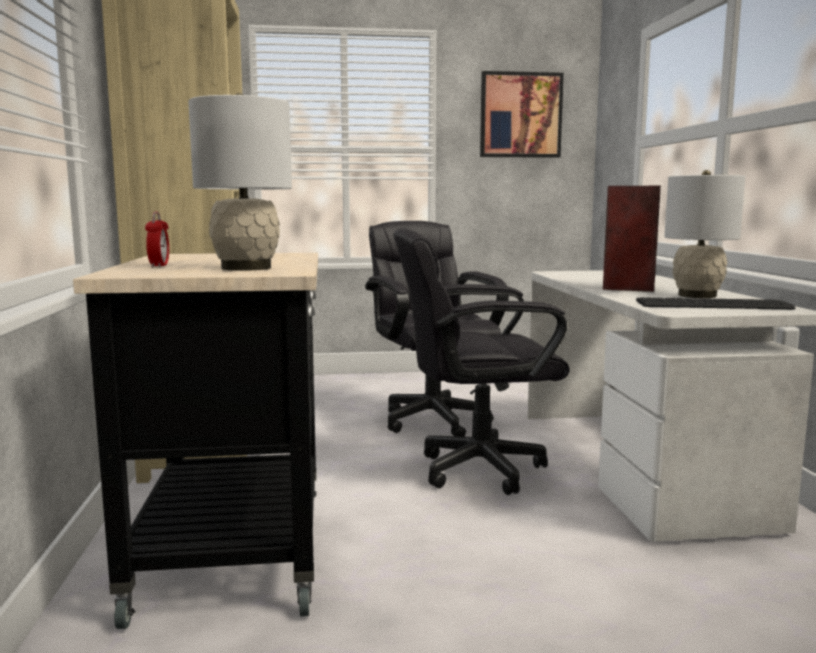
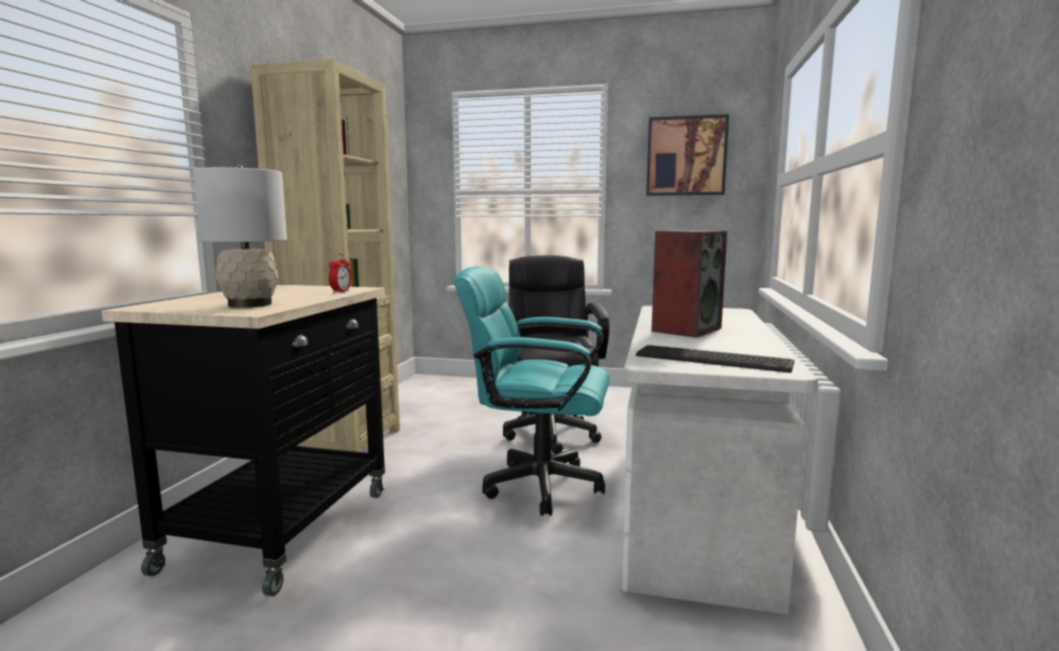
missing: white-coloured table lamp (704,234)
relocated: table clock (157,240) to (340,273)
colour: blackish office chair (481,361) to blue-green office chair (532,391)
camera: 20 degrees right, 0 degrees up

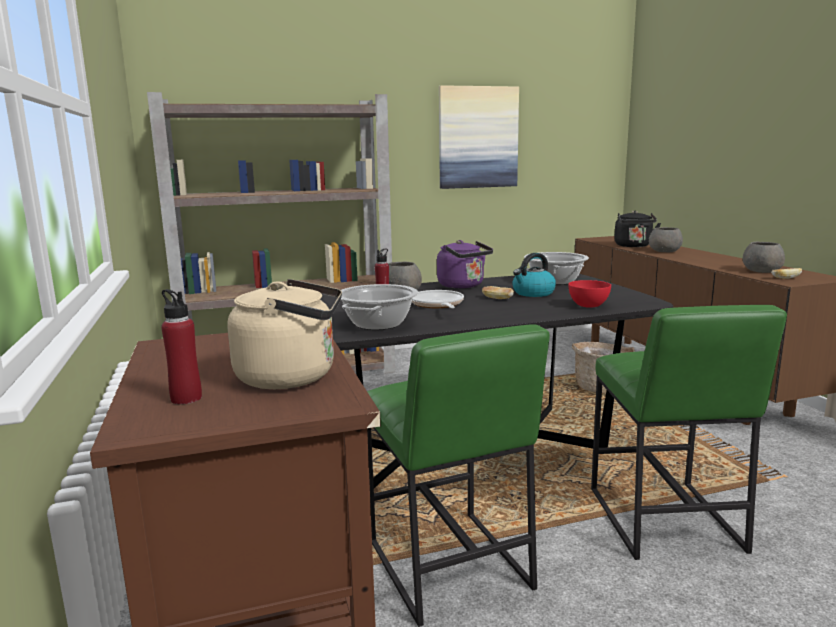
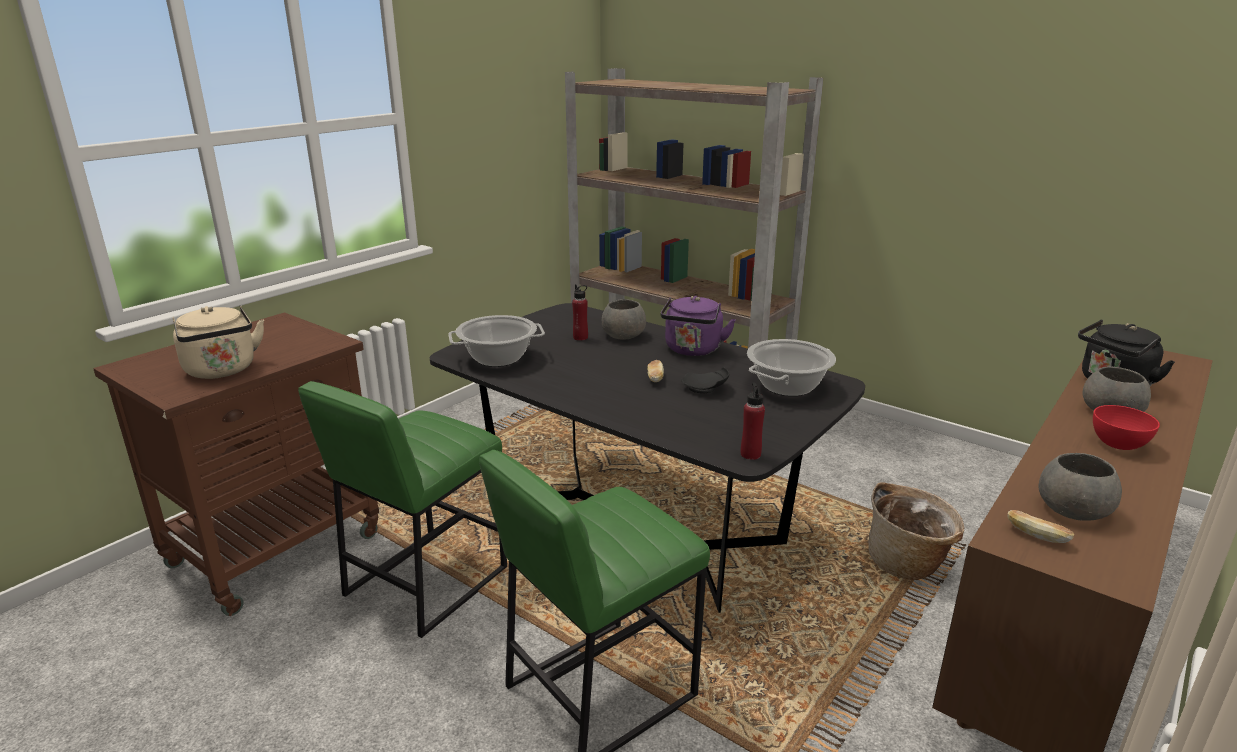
missing: skillet (438,299); wall art (479,137)
relocated: red beverage bottle (181,346) to (753,421); red serving bowl (589,294) to (1126,427)
exchanged: water kettle (534,275) to blackish flat dish (705,380)
camera: 55 degrees right, 10 degrees up

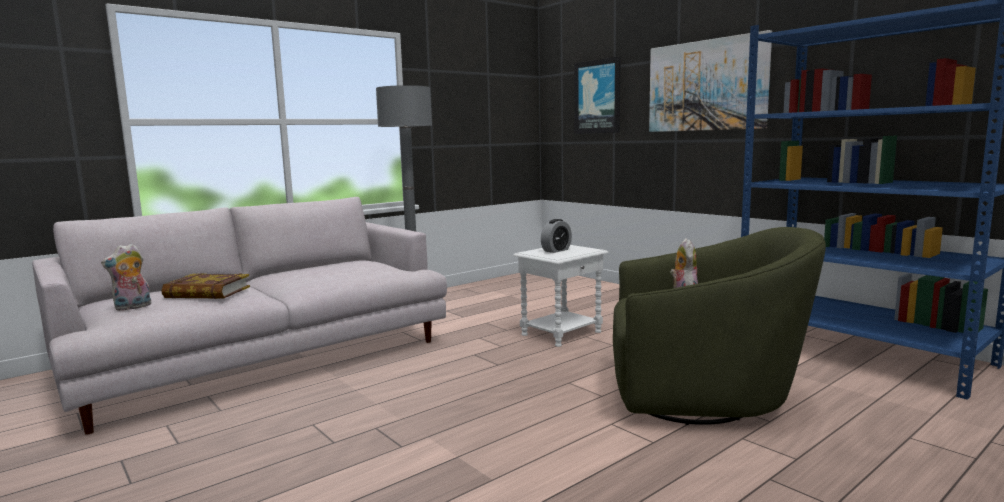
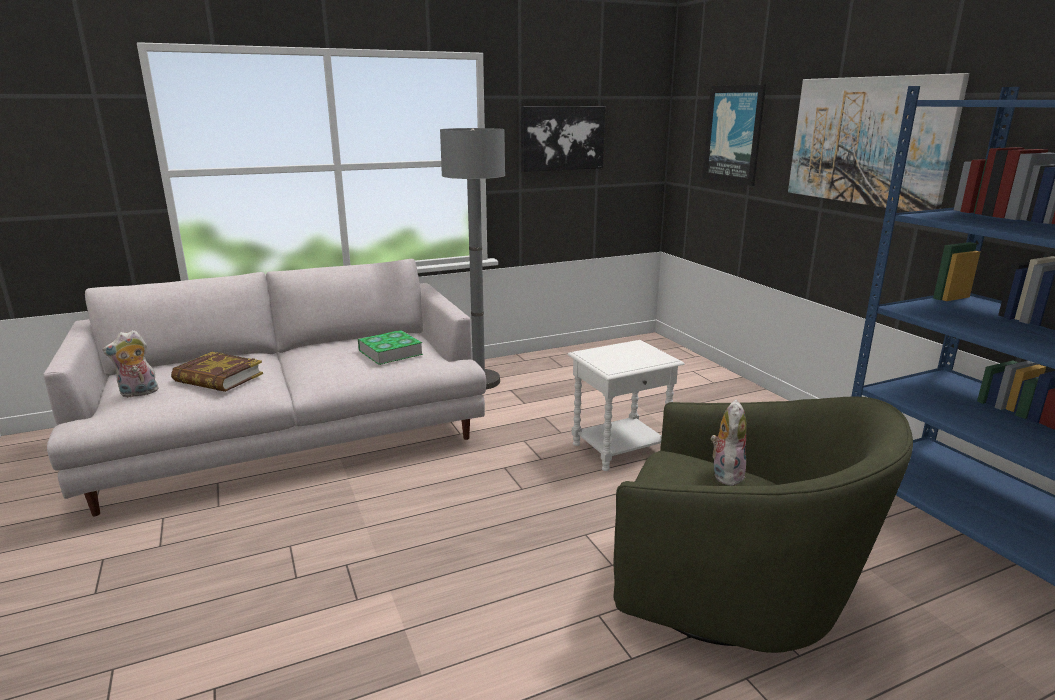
missing: table clock (556,236)
appeared: bound book (390,347); wall art (563,139)
camera: 15 degrees right, 10 degrees up

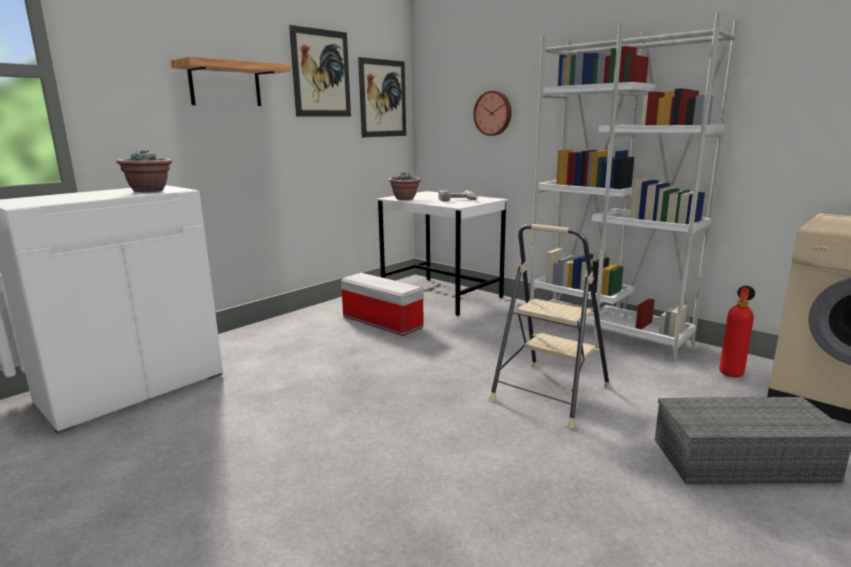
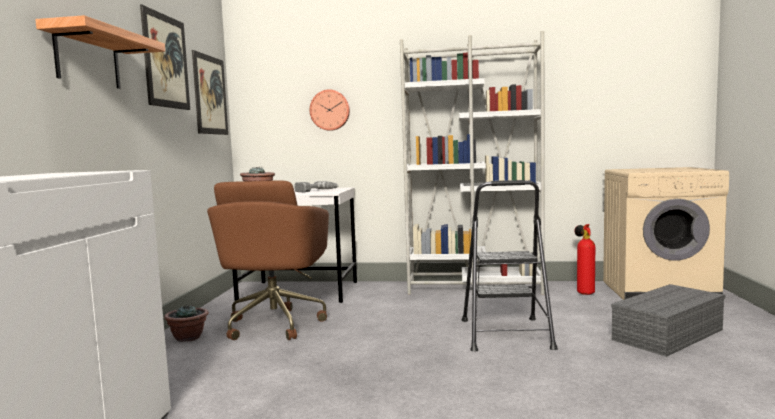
relocated: houseplant (144,171) to (186,323)
exchanged: storage bin (382,304) to brown office chair (268,260)
colour: beige-coloured stepladder (549,326) to blackish stepladder (509,265)
camera: 35 degrees left, 10 degrees down

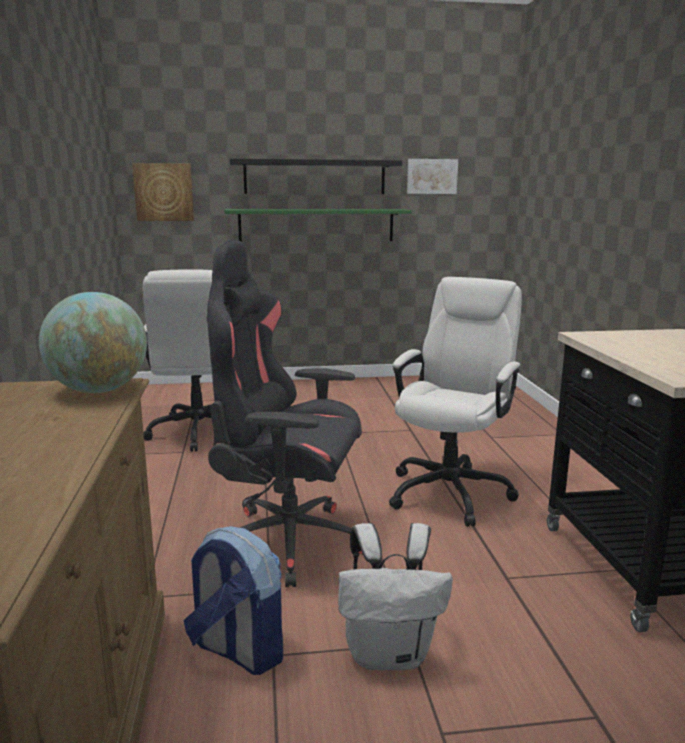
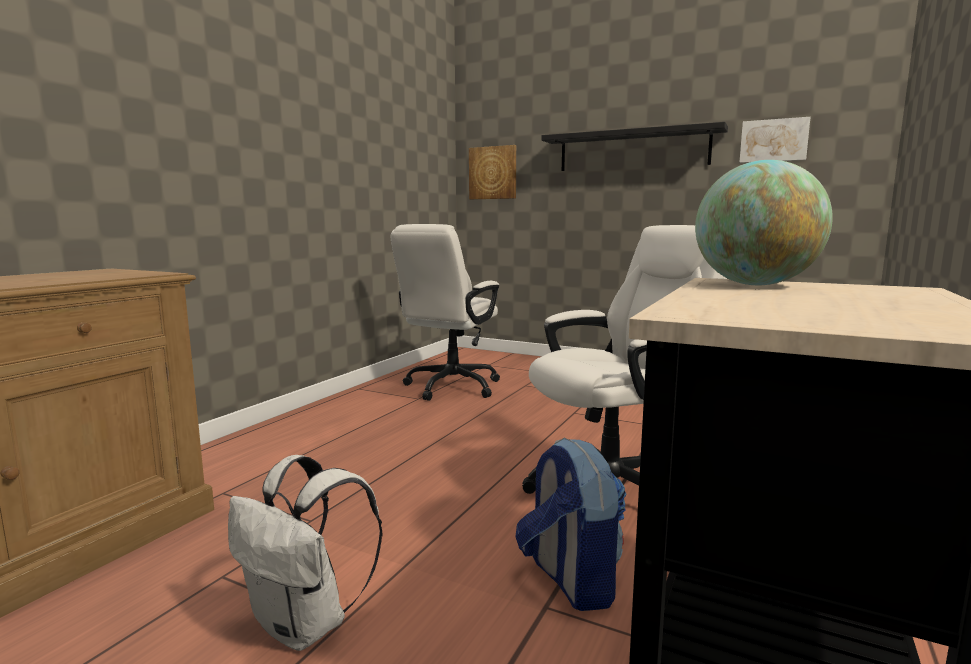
missing: blackish office chair (284,413); greenish shelf (317,225)
relocated: world globe (93,342) to (764,222); knapsack (233,600) to (571,524)
camera: 35 degrees right, 5 degrees down

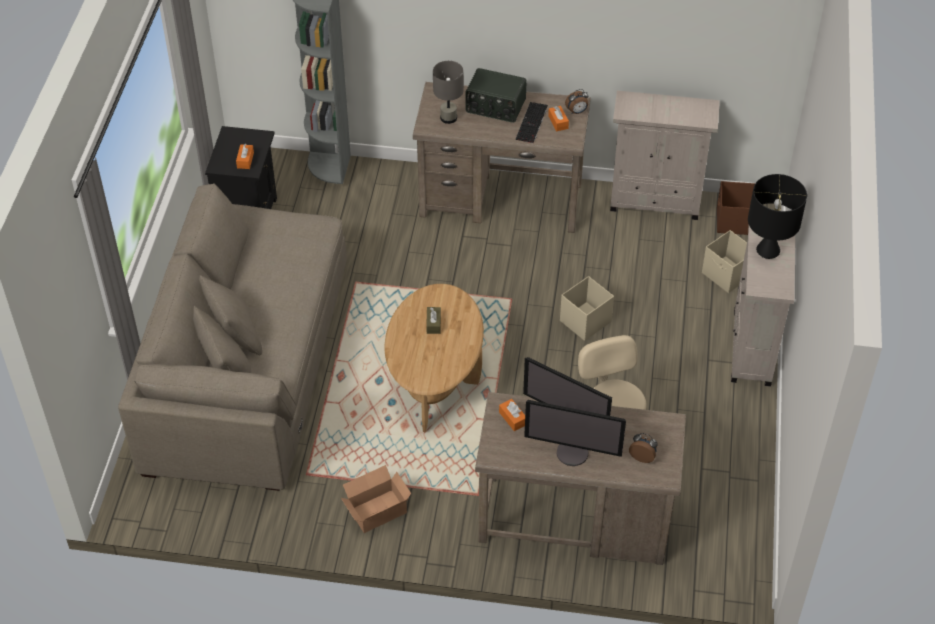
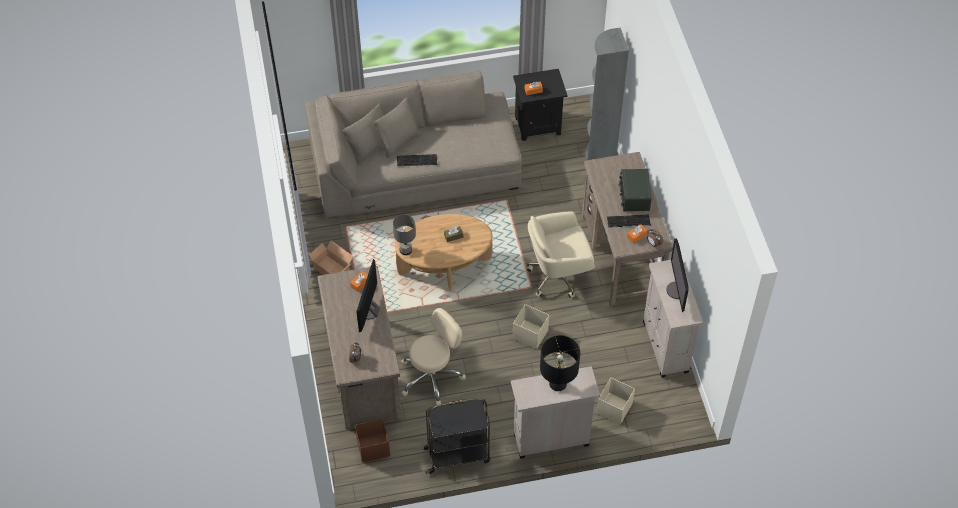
appeared: PC keyboard (417,160); blackish trolley (457,436); beige-coloured office chair (560,254)
relocated: grey table lamp (448,92) to (404,234); computer screen (575,433) to (677,275); brown storage bin (736,208) to (372,440)
camera: 70 degrees right, 5 degrees up

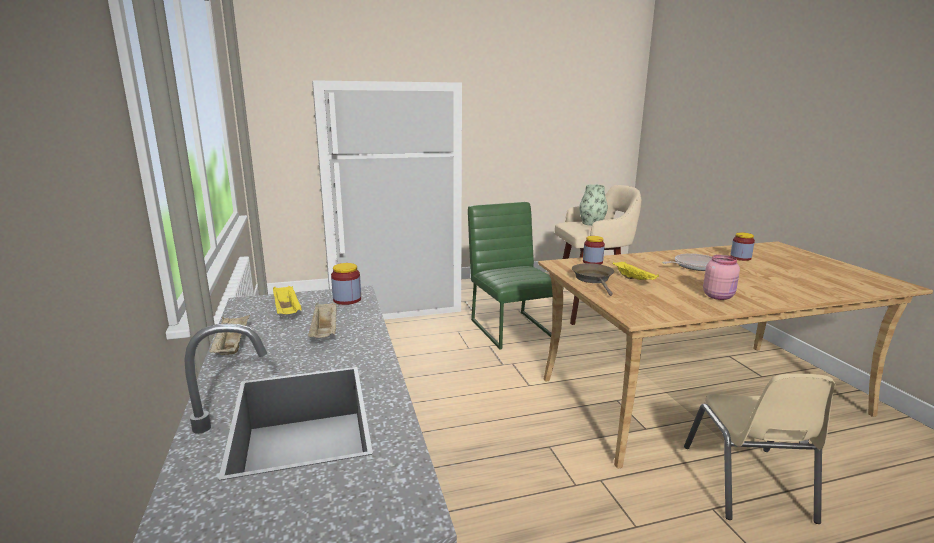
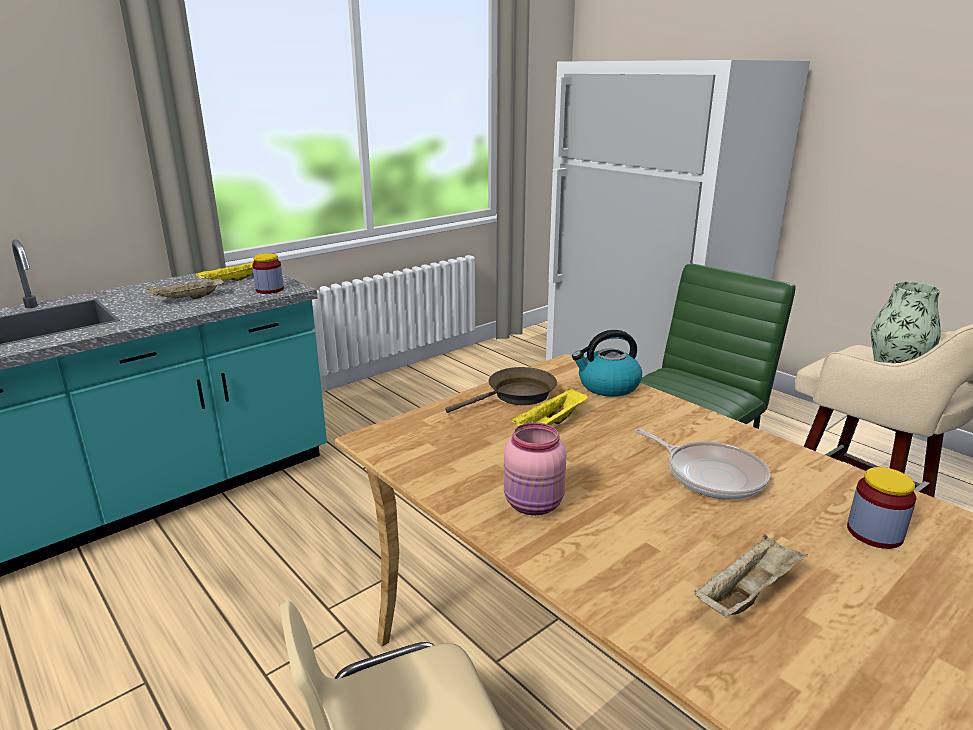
relocated: beige-coloured tray (229,334) to (751,575)
exchanged: preserve jar (594,250) to water kettle (607,363)
camera: 65 degrees right, 5 degrees up

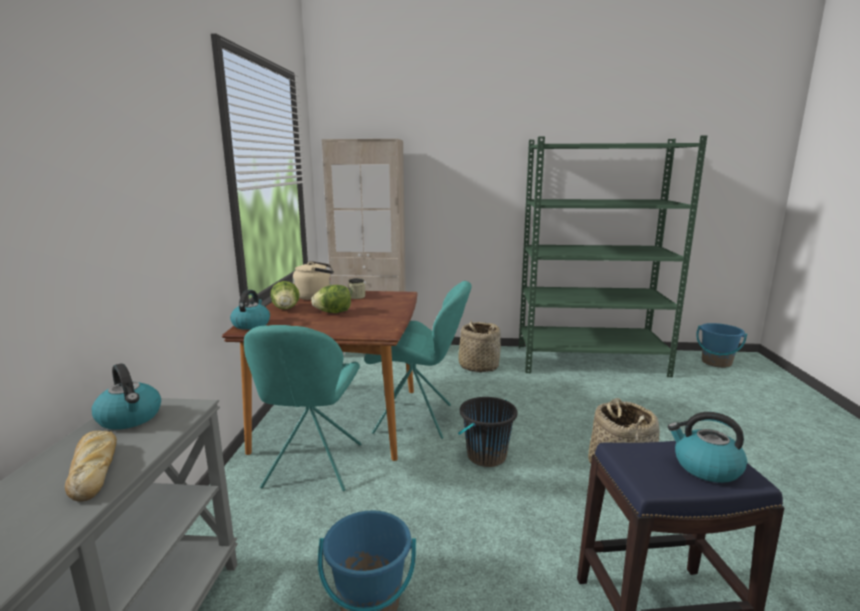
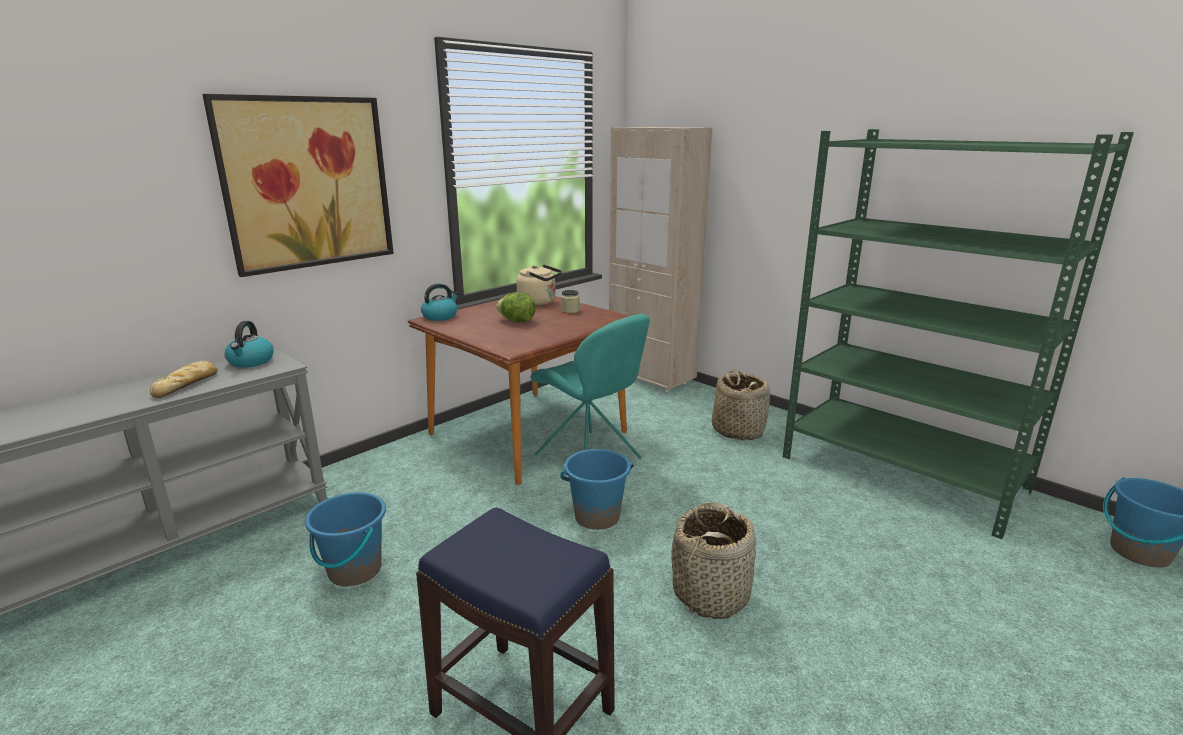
missing: blue-green plain chair (302,408); lettuce (285,295); water kettle (707,447)
appeared: wall art (298,185)
colour: blackish pail (488,432) to blue pail (597,489)
camera: 40 degrees right, 5 degrees up

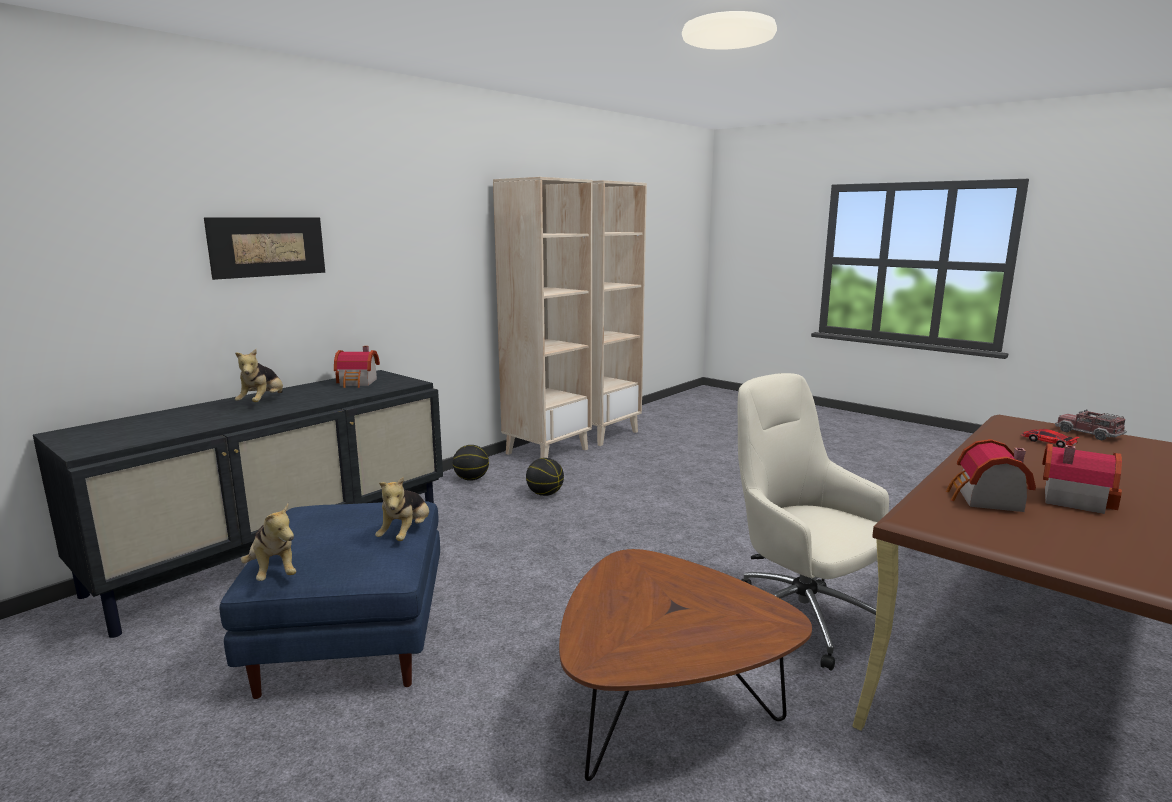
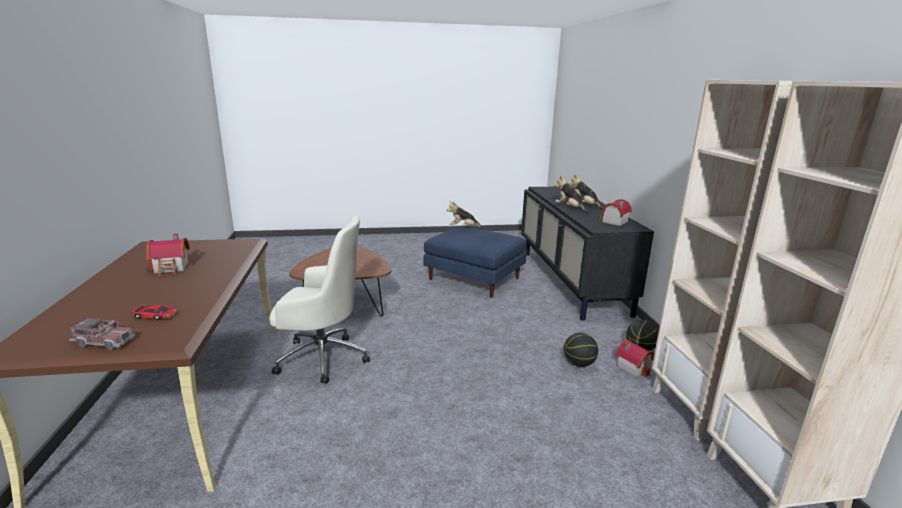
missing: wall art (264,249)
relocated: cuddly toy (402,508) to (572,194); miniature house (991,475) to (634,358)
camera: 130 degrees right, 5 degrees up

